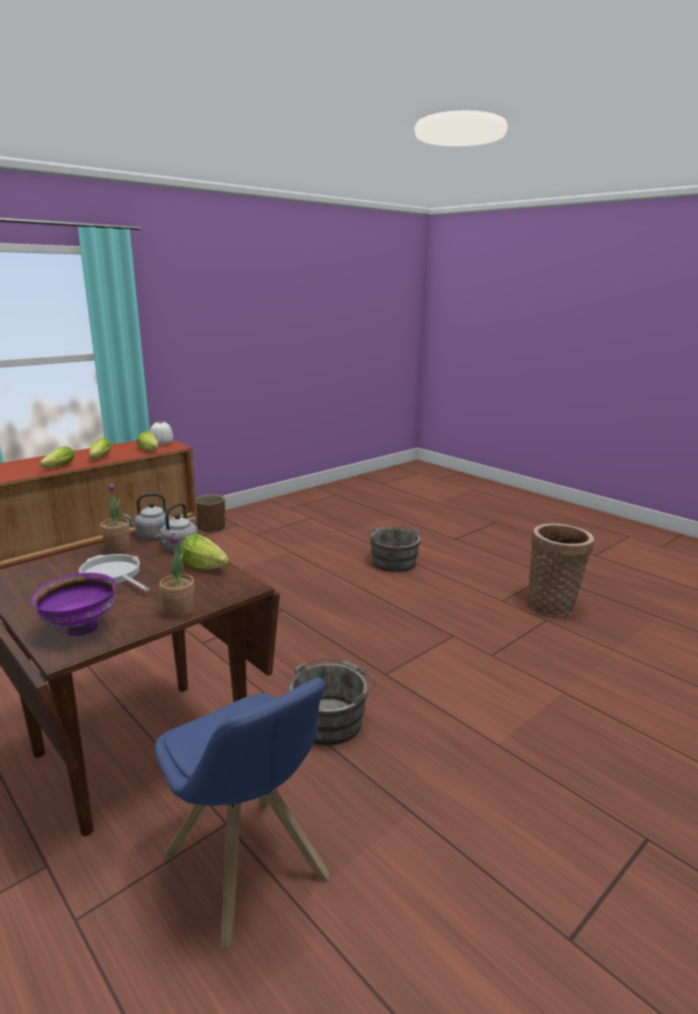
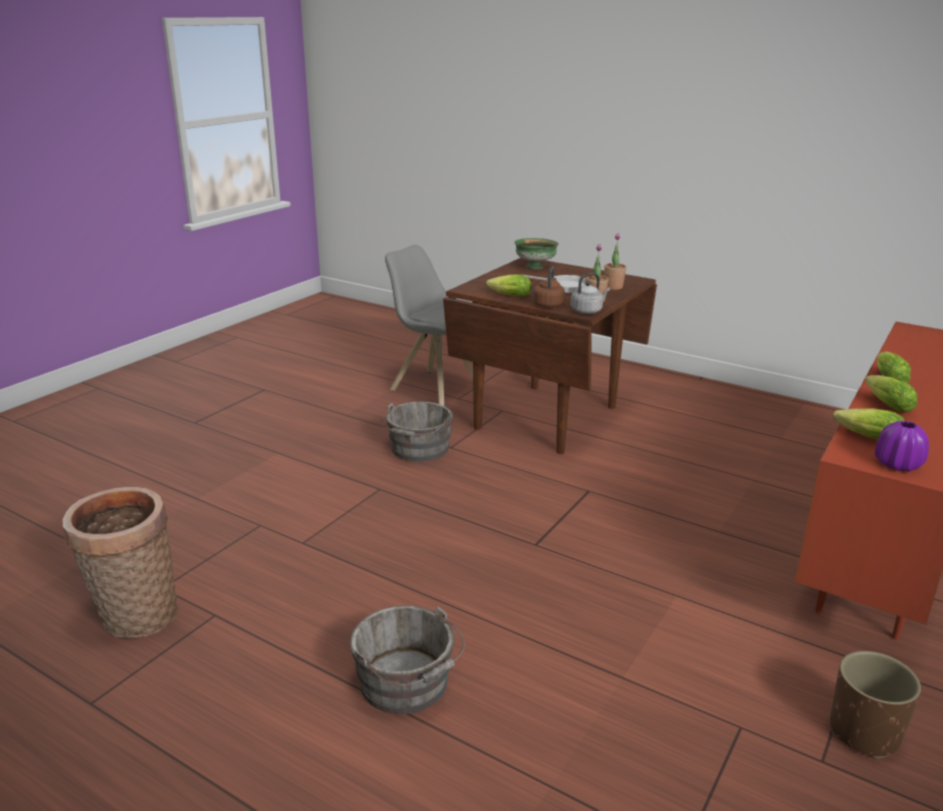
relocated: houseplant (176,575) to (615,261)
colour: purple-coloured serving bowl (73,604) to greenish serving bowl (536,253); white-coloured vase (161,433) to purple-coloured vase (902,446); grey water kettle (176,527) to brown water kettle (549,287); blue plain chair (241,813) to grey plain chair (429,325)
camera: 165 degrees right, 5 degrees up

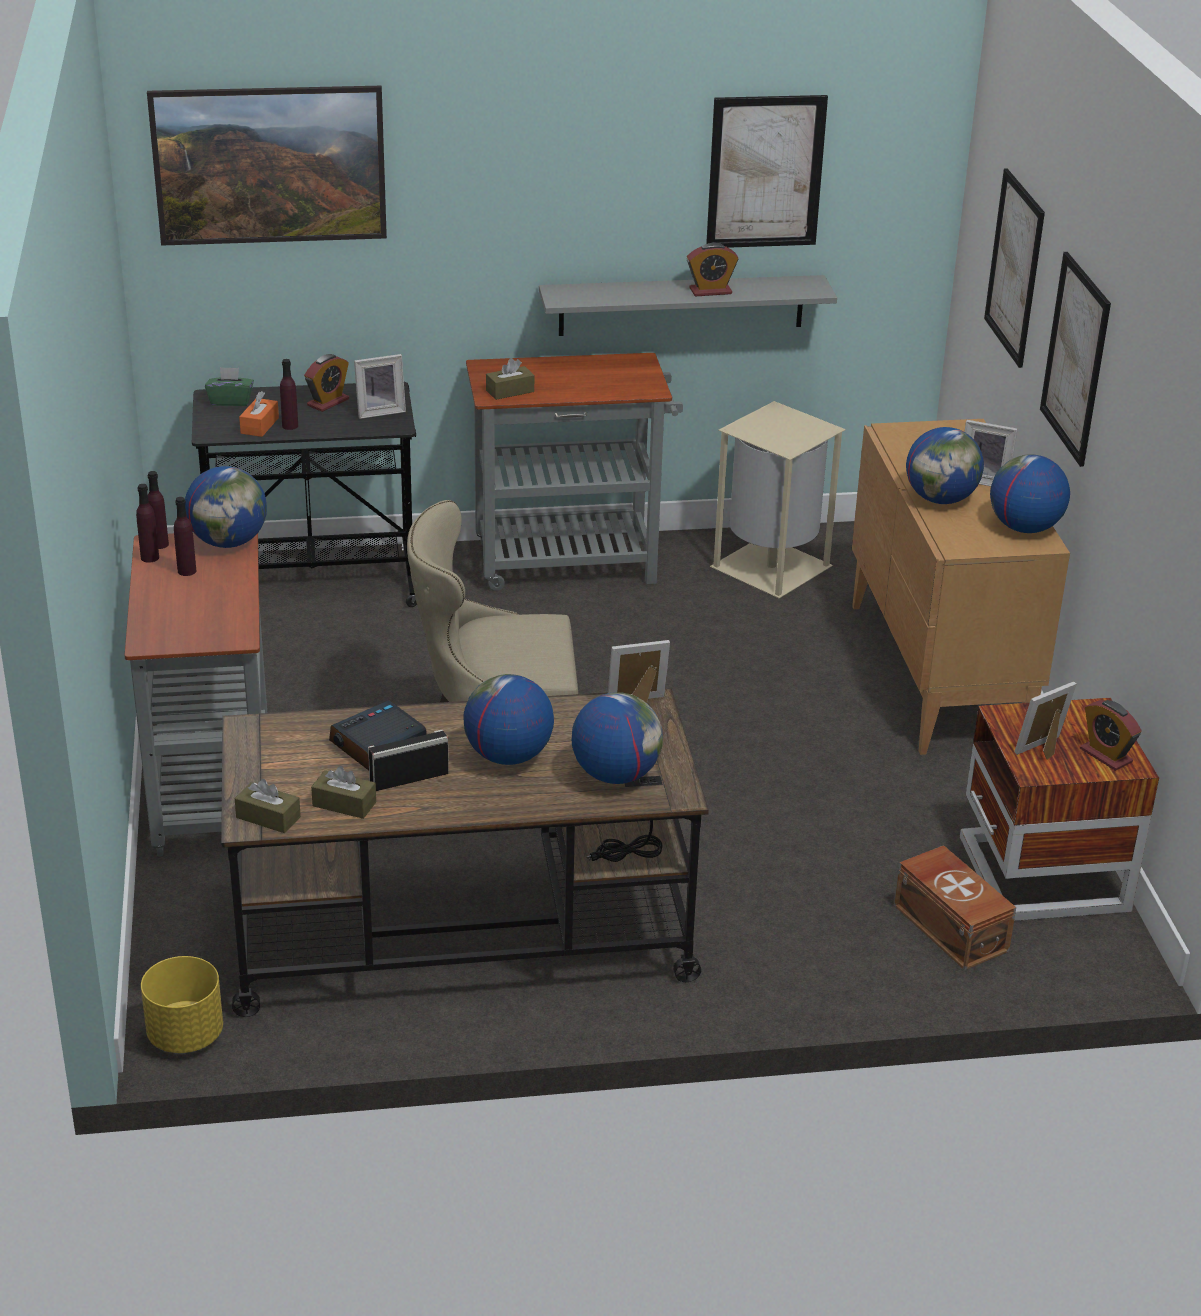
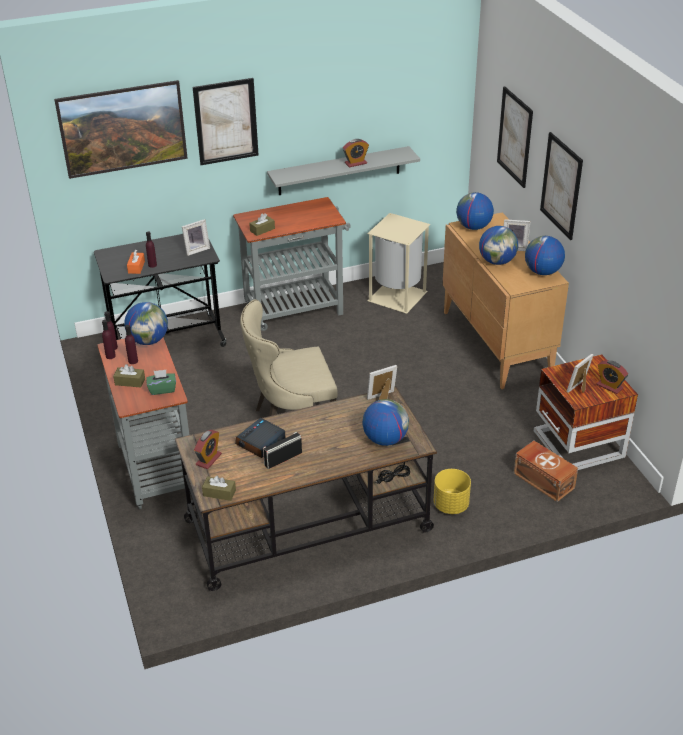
relocated: yellowish flower pot (182,1004) to (452,491); greenish tissue holder (229,386) to (161,382); table clock (326,383) to (208,449); brown tissue holder (343,792) to (129,376); world globe (508,719) to (475,211); wall art (767,171) to (226,121)
camera: 10 degrees left, 5 degrees up

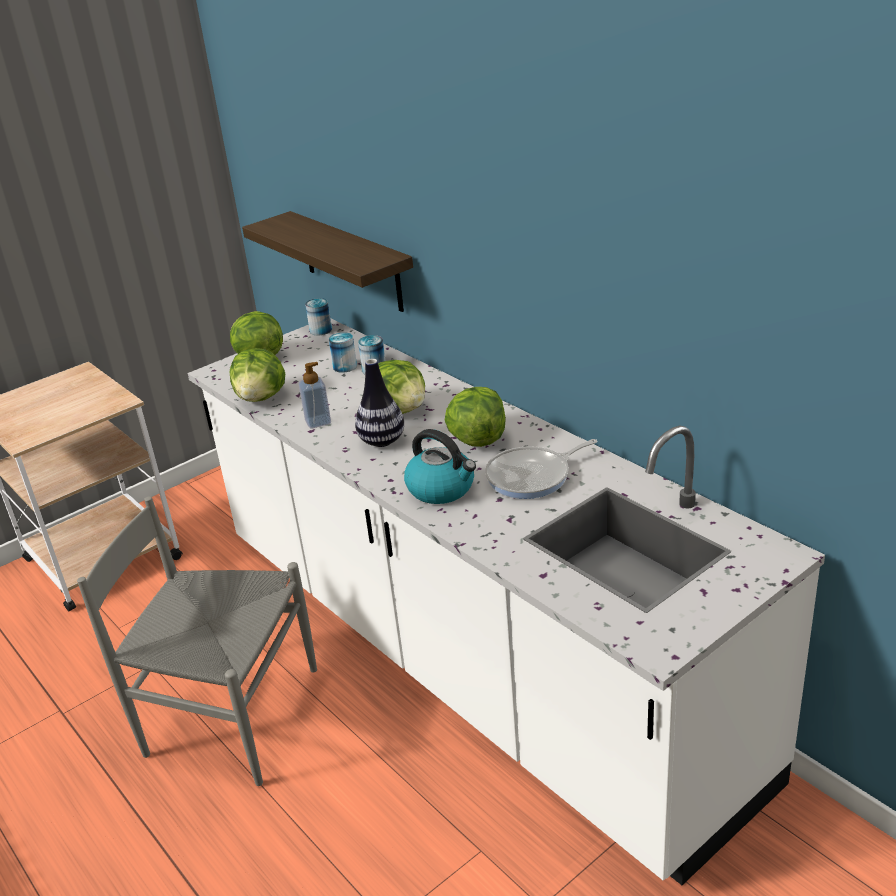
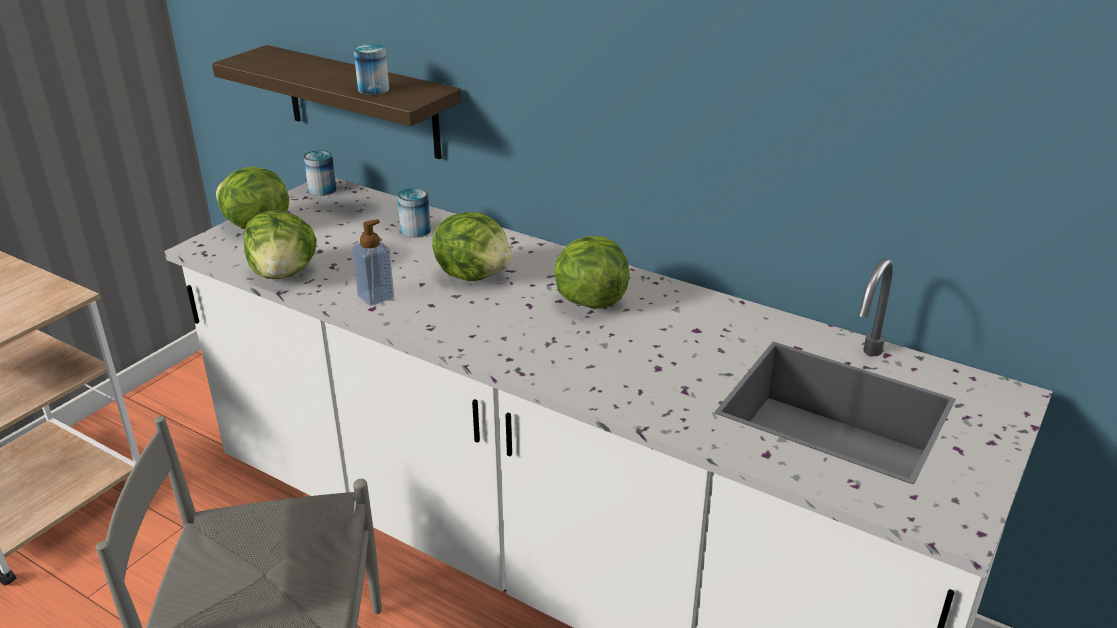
missing: vase (379,403); water kettle (440,466); skillet (541,469)
relocated: sealed can (343,352) to (371,69)
camera: 20 degrees left, 0 degrees up

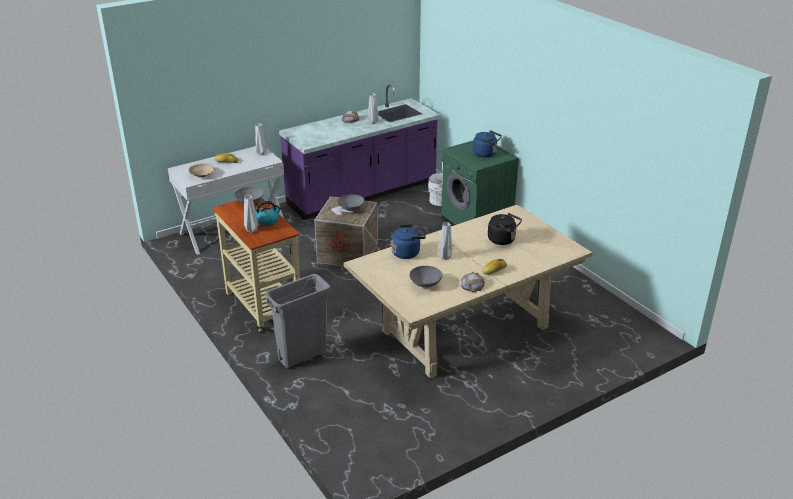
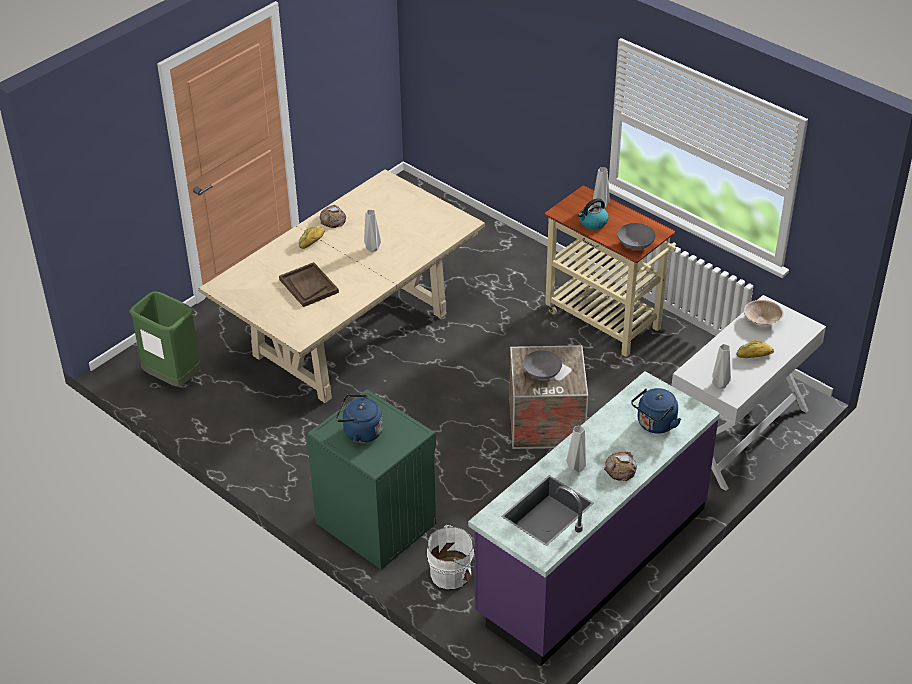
missing: grey waste bin (298,321); grey serving bowl (426,277)
appeared: greenish waste bin (165,339)
relocated: blue water kettle (408,241) to (656,411)
exchanged: blackish water kettle (505,229) to brown tray (309,284)
camera: 165 degrees right, 10 degrees up

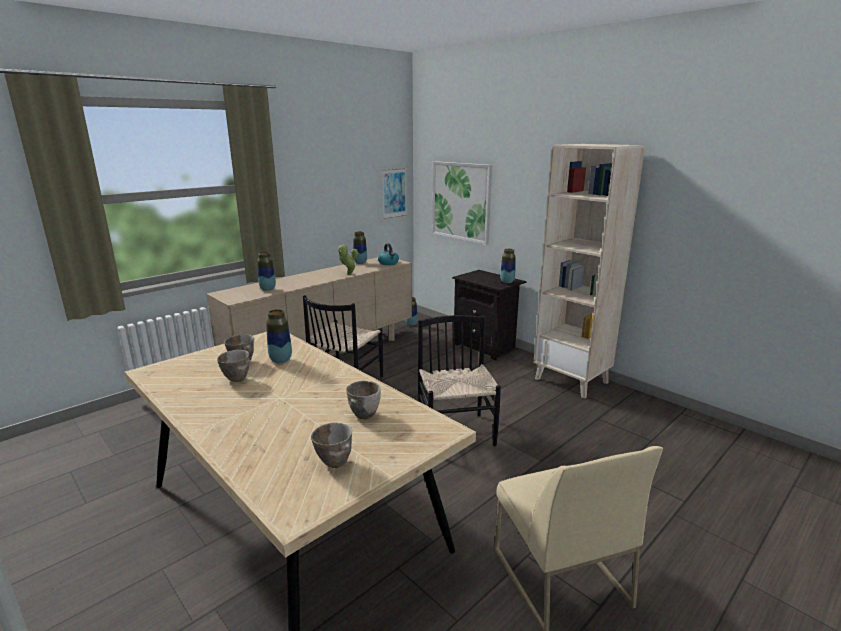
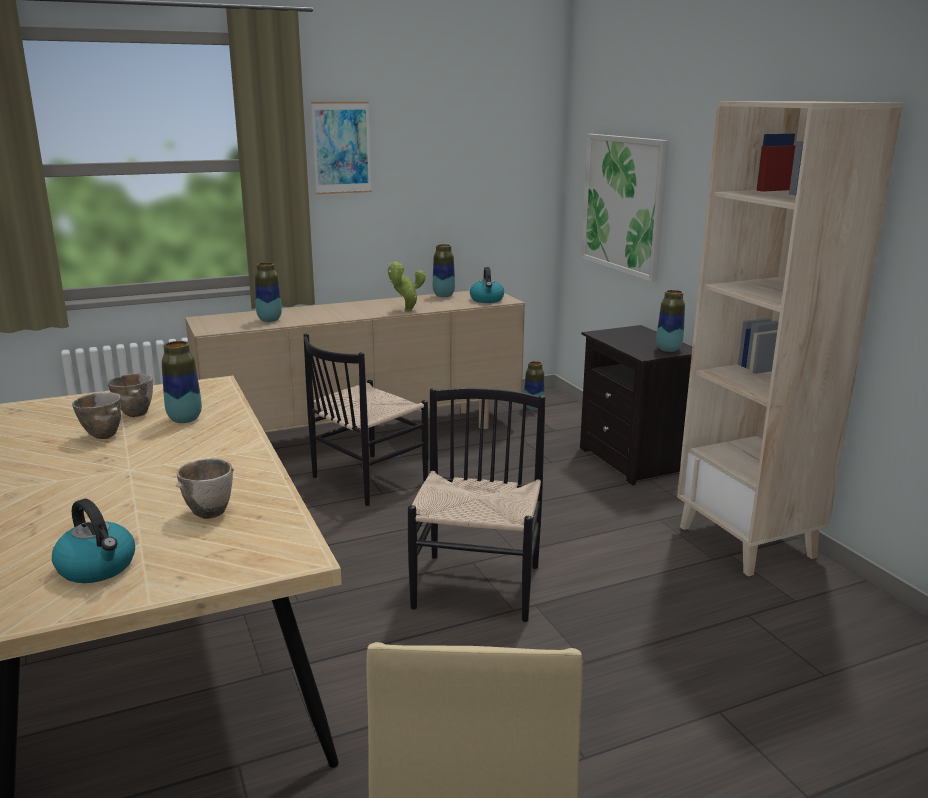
relocated: wall art (394,193) to (341,148)
exchanged: serving bowl (331,445) to water kettle (93,541)
camera: 20 degrees right, 0 degrees up

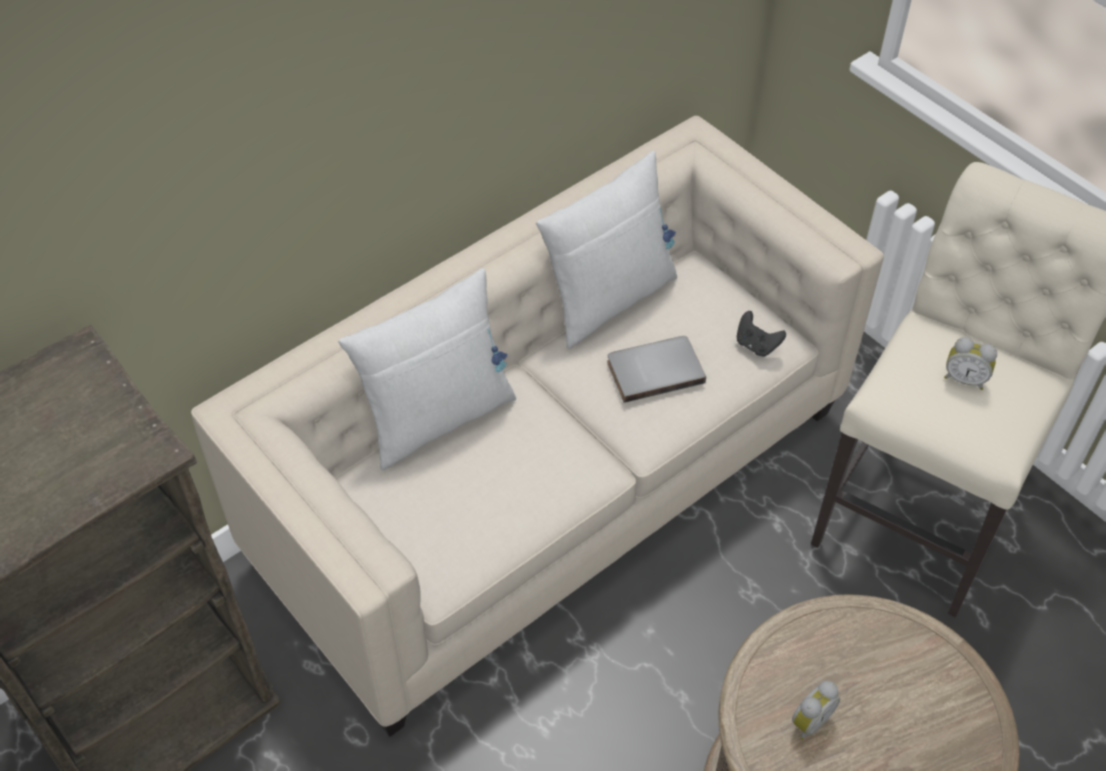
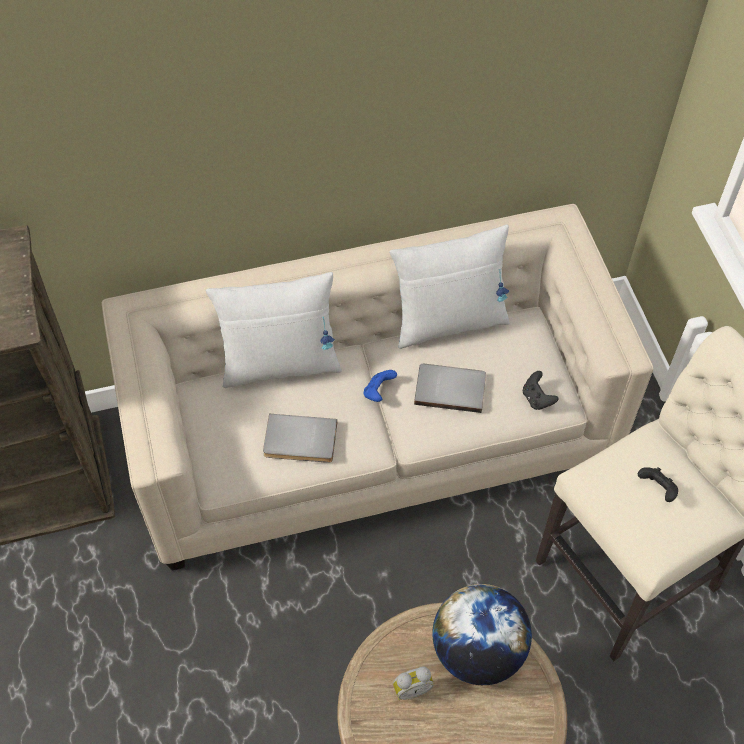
appeared: grey bound book (300,438); blue gamepad (380,386); world globe (482,634)
exchanged: table clock (970,363) to blackish gamepad (658,484)
camera: 25 degrees right, 5 degrees up

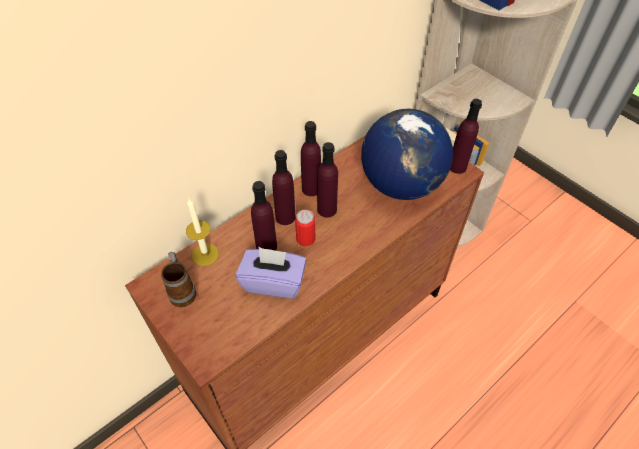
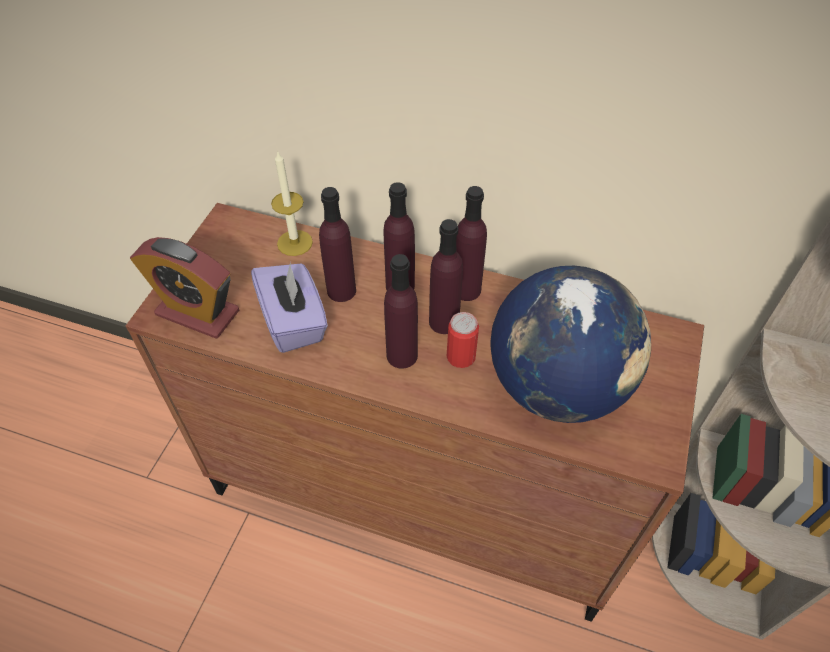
missing: tea mug (178,279)
appeared: table clock (184,287)
relocated: sealed can (305,228) to (463,340); purple-coloured beverage bottle (466,136) to (401,311)
camera: 60 degrees right, 0 degrees up

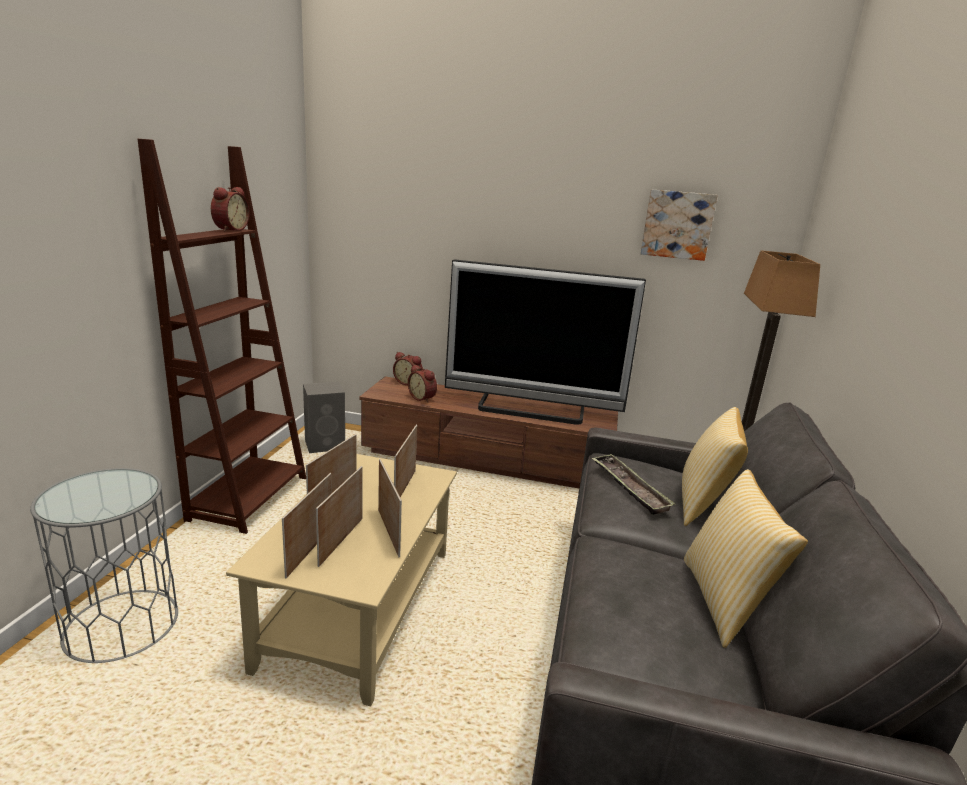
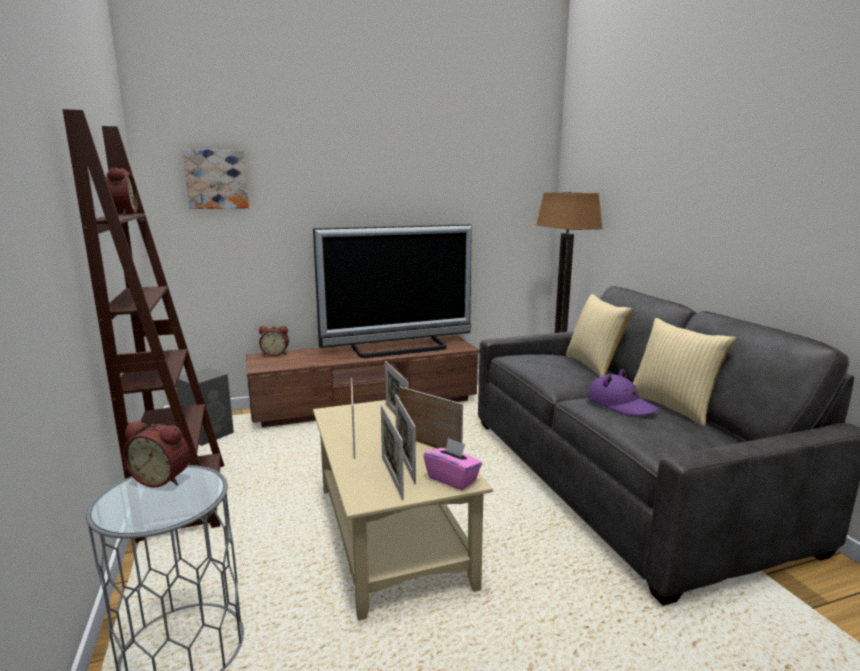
missing: tray (634,484)
appeared: pink tissue holder (452,464); purple-coloured clothing hat (623,392)
relocated: table clock (422,384) to (156,454); wall art (679,225) to (216,179)
camera: 30 degrees left, 5 degrees down

